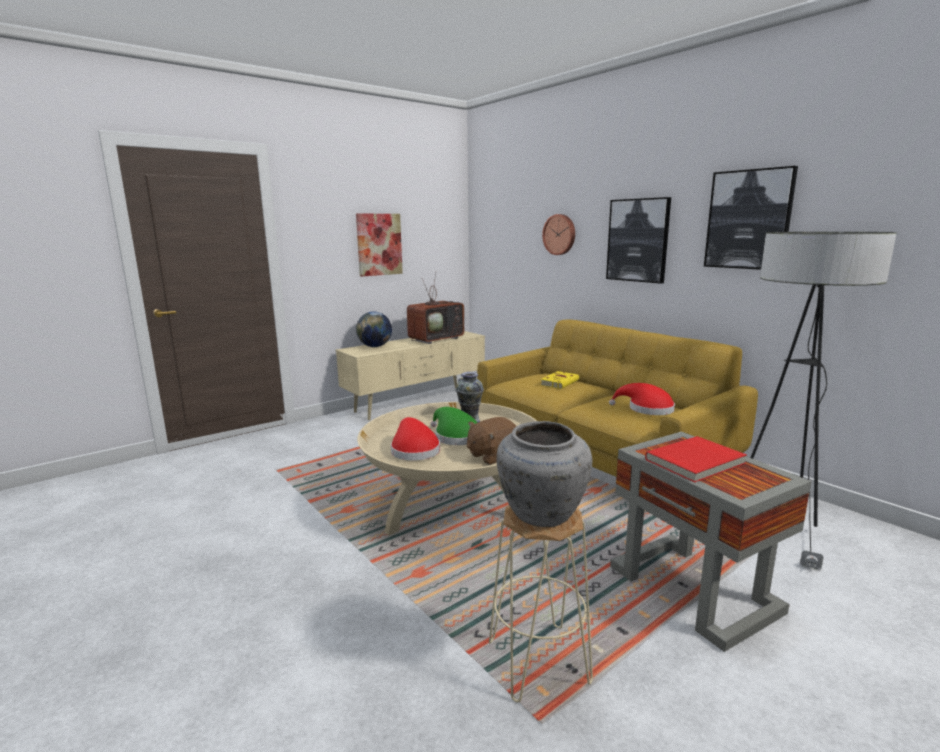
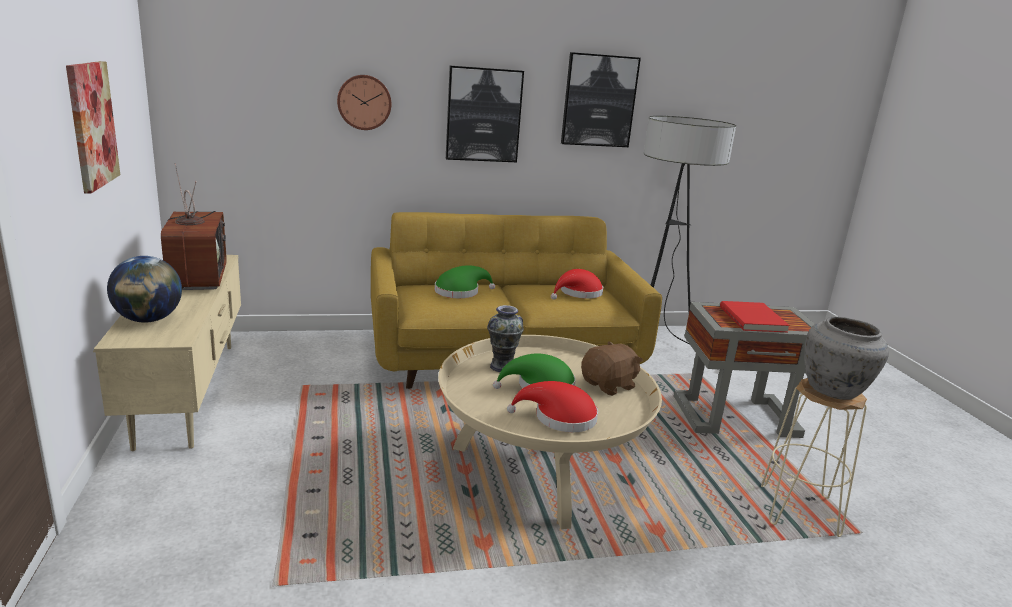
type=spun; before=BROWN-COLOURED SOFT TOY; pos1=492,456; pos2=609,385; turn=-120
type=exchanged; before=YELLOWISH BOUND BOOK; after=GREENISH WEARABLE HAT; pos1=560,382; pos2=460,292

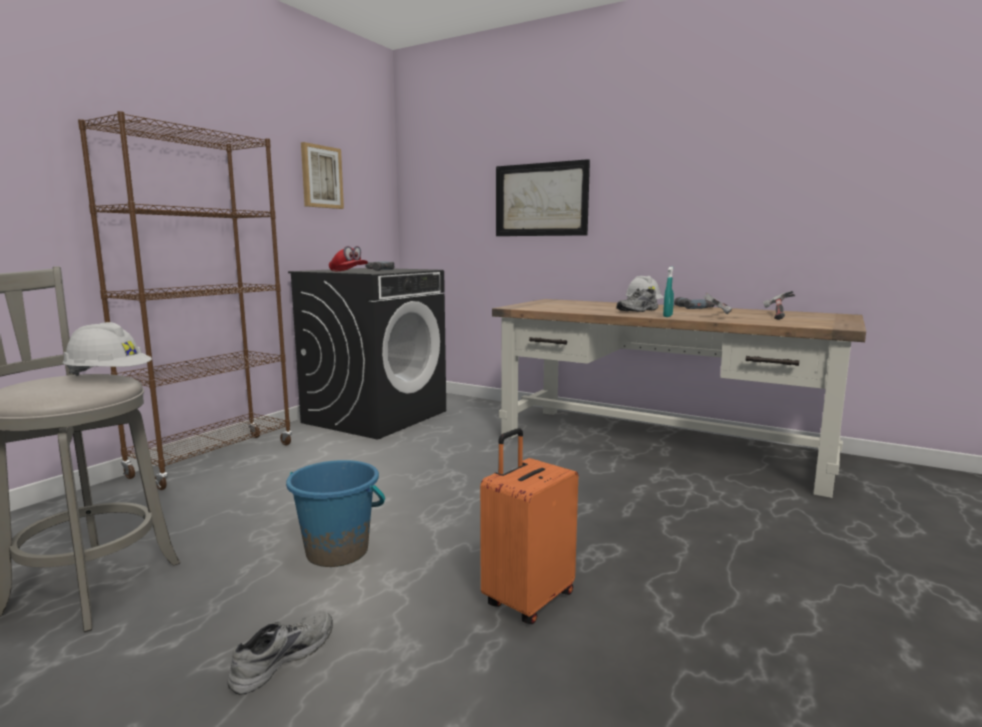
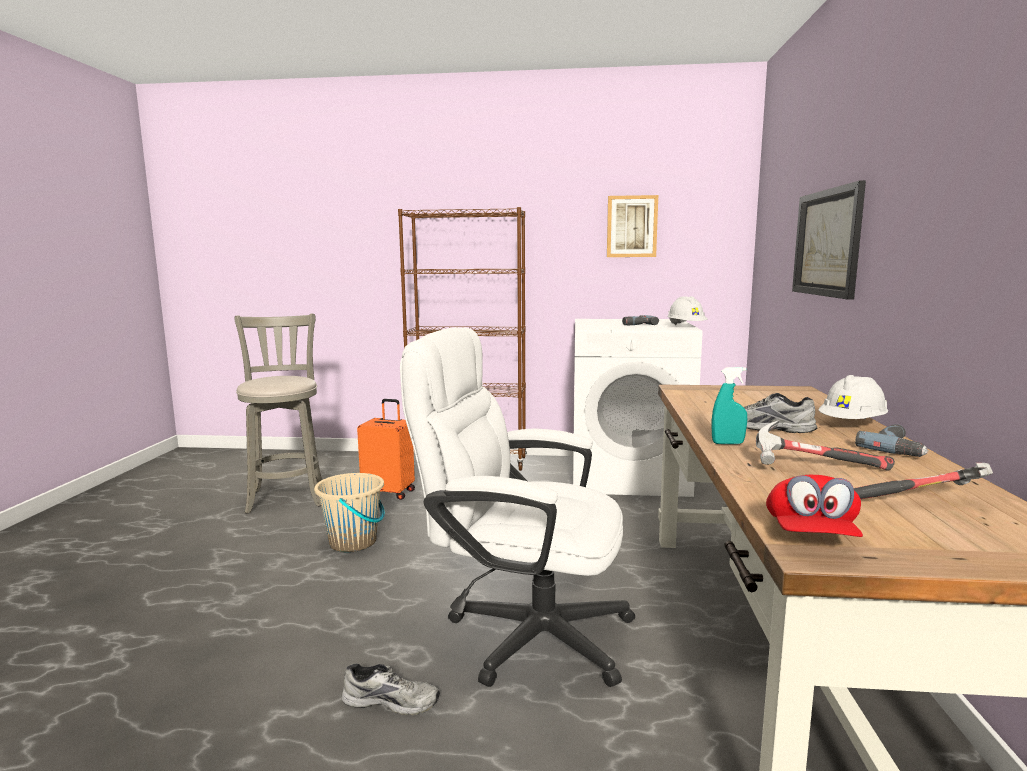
type=relocated; before=WHITE HARD HAT; pos1=109,377; pos2=686,327
type=relocated; before=GRAY ITEM OF FOOTWEAR; pos1=281,657; pos2=392,700
type=colour; before=BLUE-COLOURED PAIL; after=SAND-COLOURED PAIL; pos1=338,551; pos2=353,542
type=colour; before=BLACK LAUNDRY MACHINE; after=WHITE LAUNDRY MACHINE; pos1=376,416; pos2=629,476
type=relocated; before=REDDISH CAP; pos1=348,271; pos2=810,537
type=relocated; before=ORANGEY TRAVEL CASE; pos1=527,599; pos2=389,492
type=appeared; after=WHITE DESK CHAIR; pos2=522,632

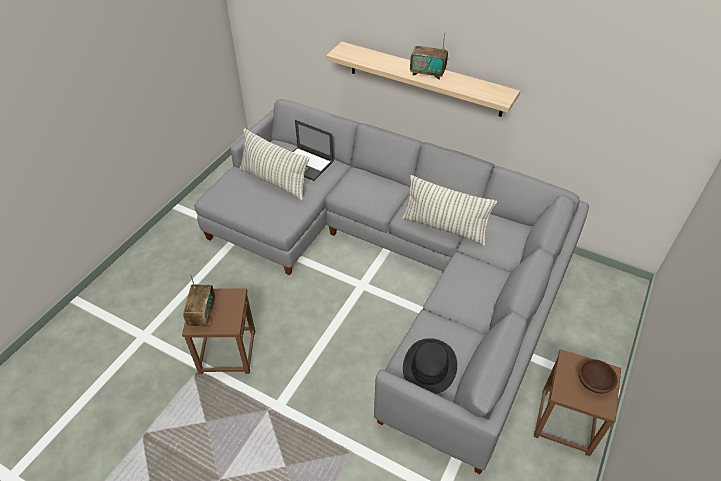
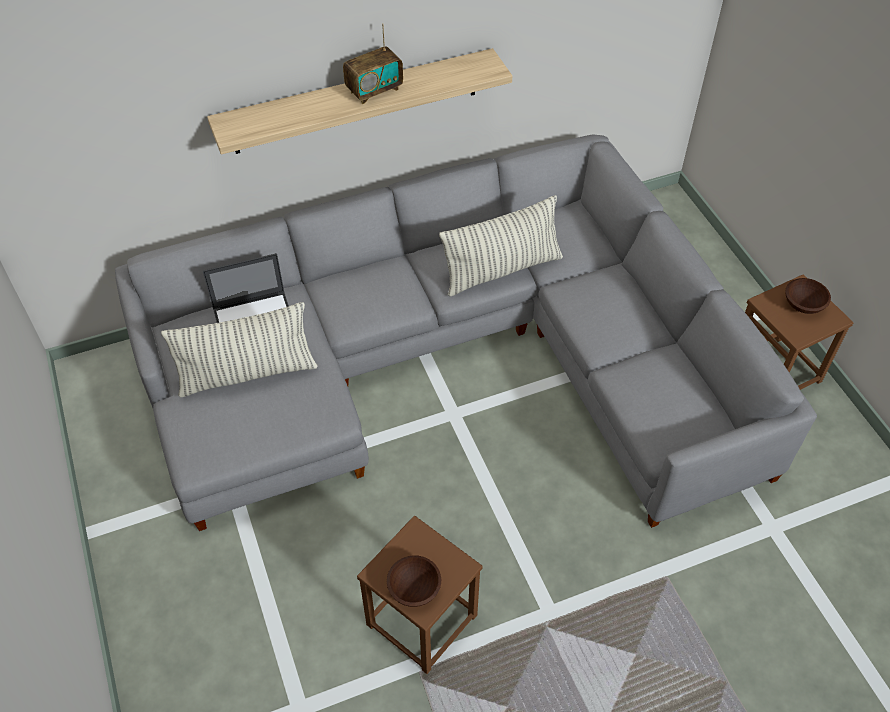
type=exchanged; before=RADIO RECEIVER; after=BROWN-COLOURED DEEP DISH; pos1=202,314; pos2=413,588
type=missing; before=BLACK WEARABLE HAT; pos1=429,366

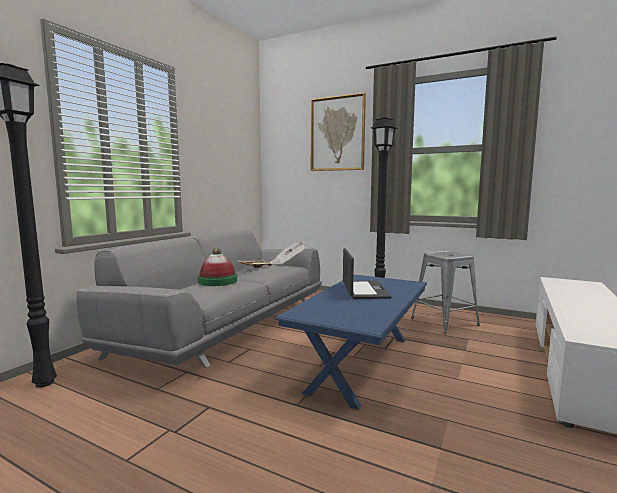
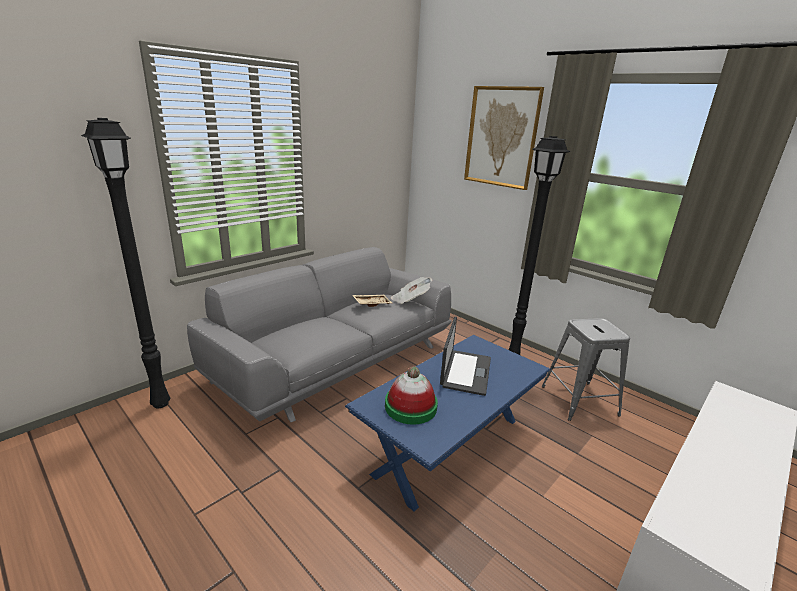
type=relocated; before=WEARABLE HAT; pos1=217,281; pos2=410,406

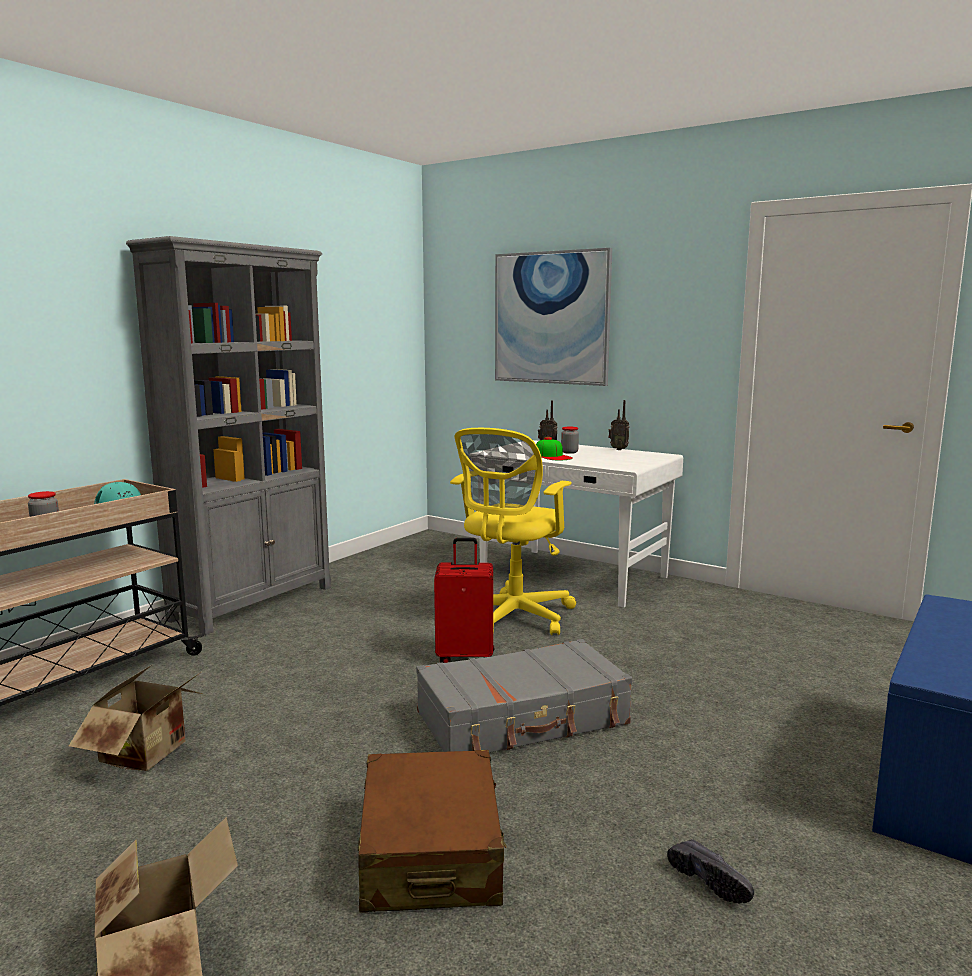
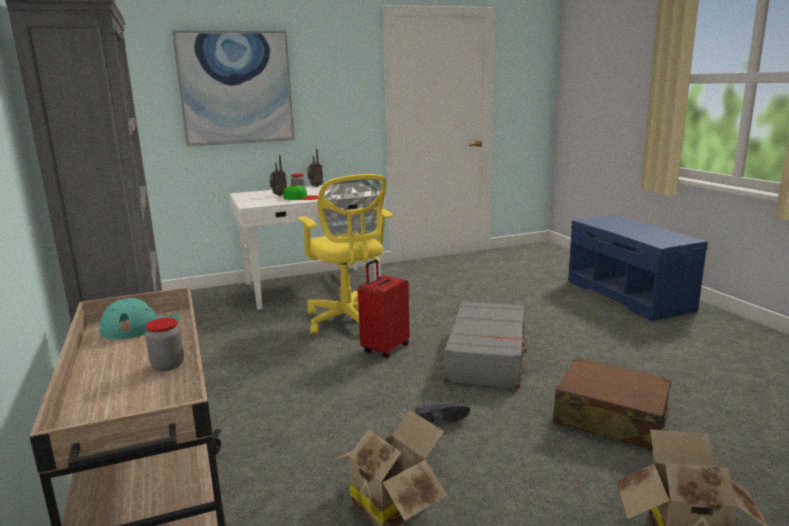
type=relocated; before=BLACK ITEM OF FOOTWEAR; pos1=712,881; pos2=440,418

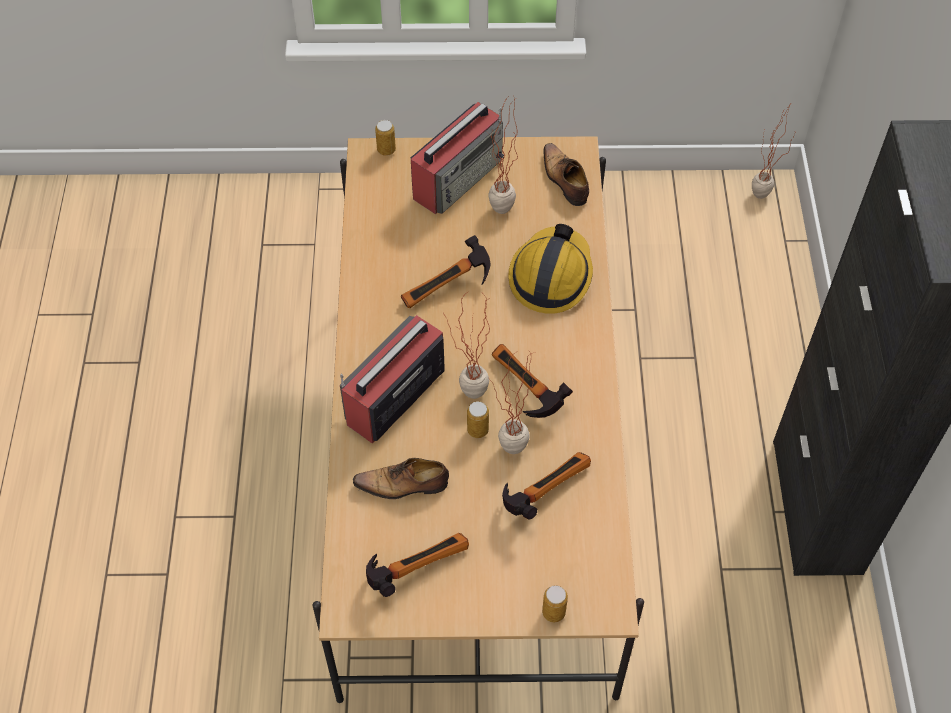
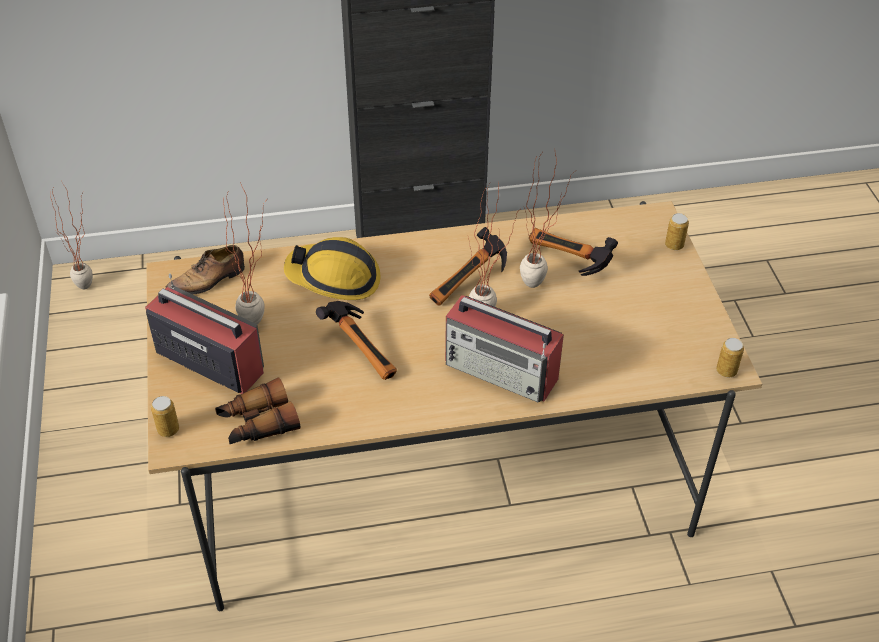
type=missing; before=ITEM OF FOOTWEAR; pos1=403,485
type=missing; before=HAMMER; pos1=415,564
type=relocated; before=CAN; pos1=477,430; pos2=726,371
type=appeared; after=PAIR OF BINOCULARS; pos2=257,423

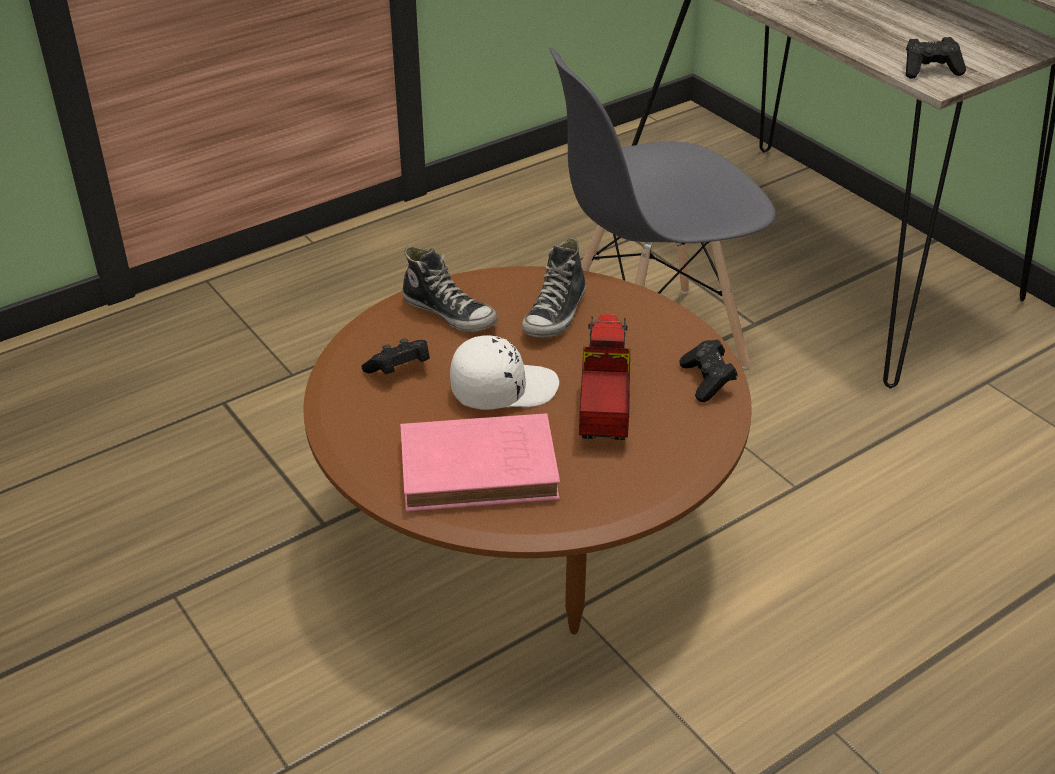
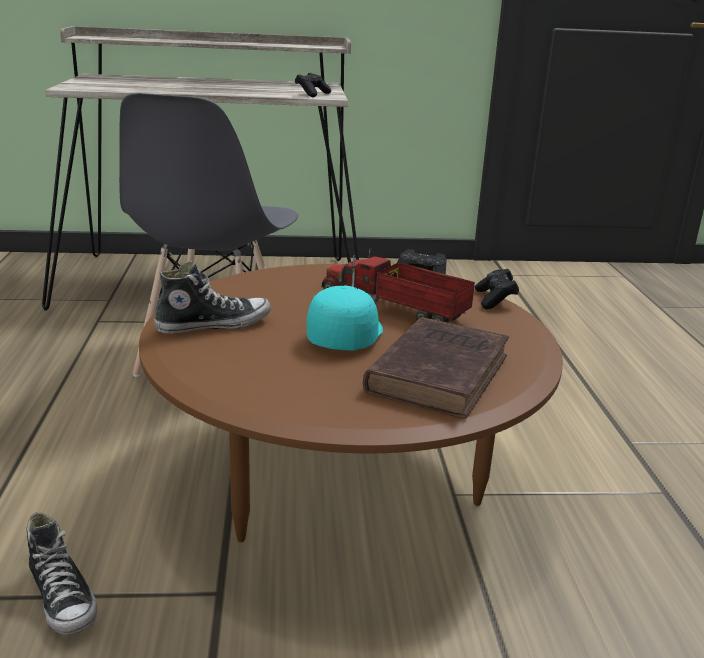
type=relocated; before=BLACK GAME CONTROLLER; pos1=399,370; pos2=495,300
type=colour; before=PINK BOUND BOOK; after=BROWN-COLOURED BOUND BOOK; pos1=483,469; pos2=440,372
type=colour; before=WHITE CAP; after=TURQUOISE-COLOURED CAP; pos1=503,389; pos2=344,336
type=relocated; before=ITEM OF FOOTWEAR; pos1=555,315; pos2=63,598

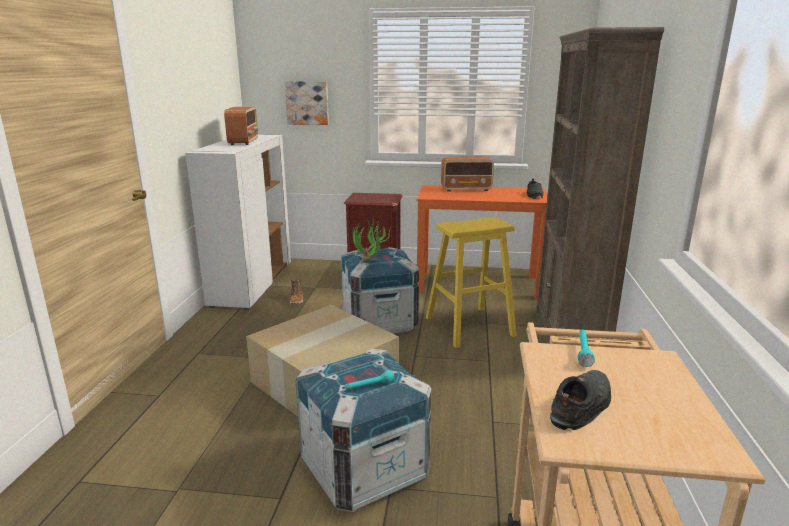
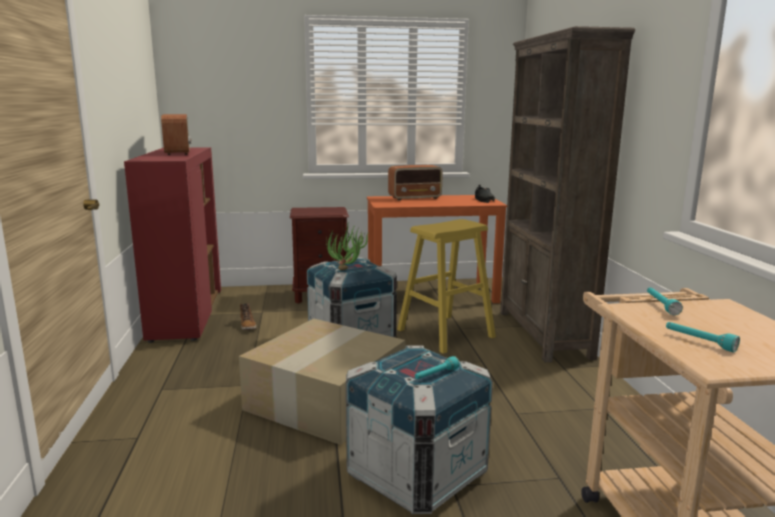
type=colour; before=WHITE STORAGE CABINET; after=REDDISH STORAGE CABINET; pos1=252,284; pos2=186,315
type=missing; before=PICTURE; pos1=307,102
type=exchanged; before=BLACK ITEM OF FOOTWEAR; after=TURQUOISE-COLOURED TORCH; pos1=581,405; pos2=699,342

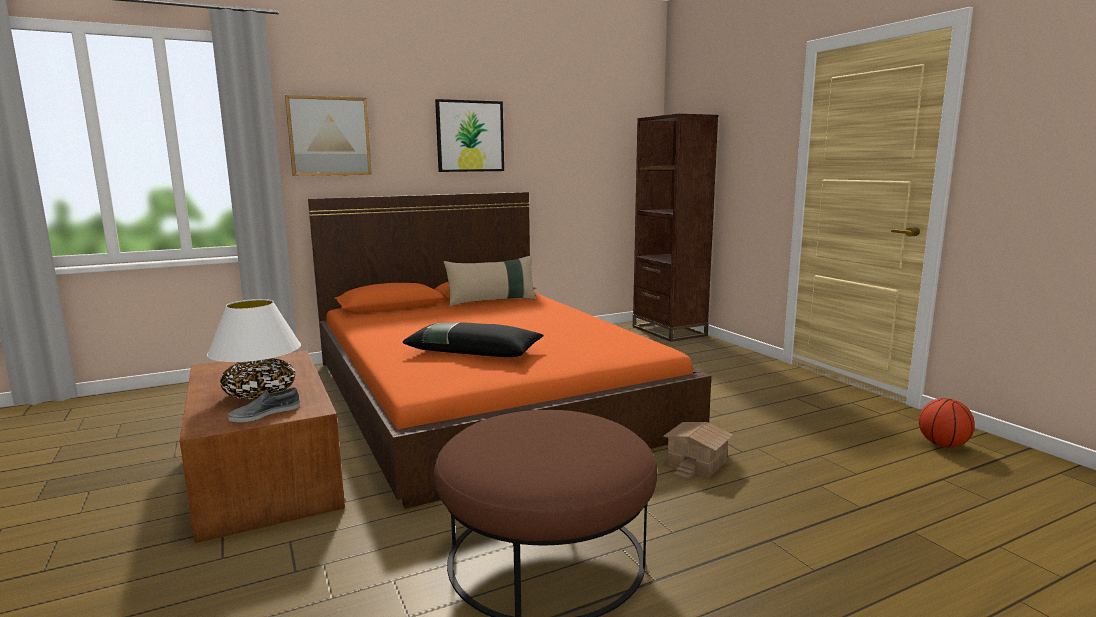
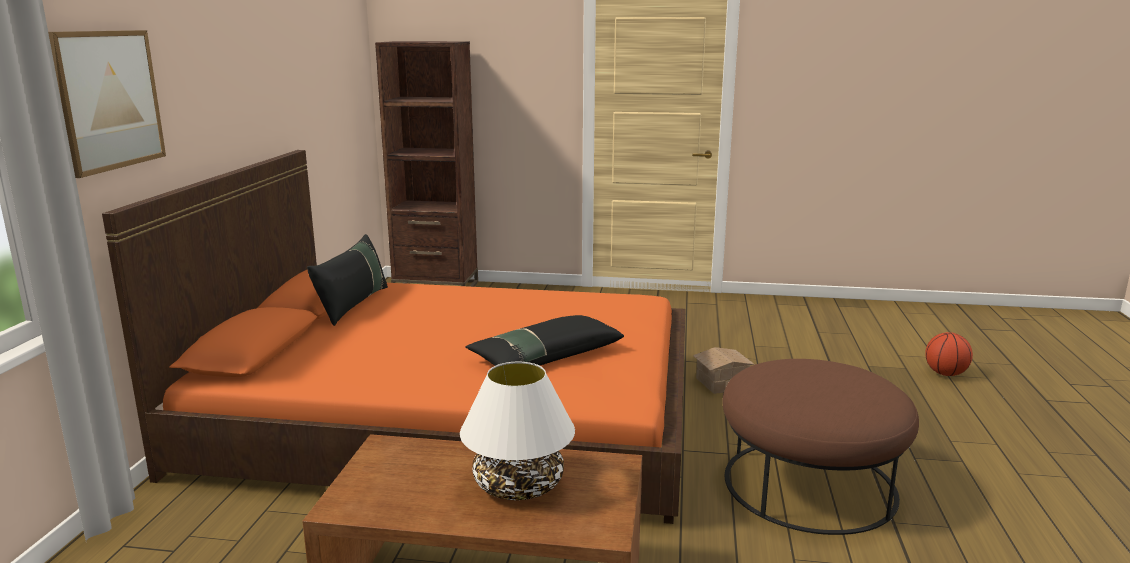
type=missing; before=GRAY ITEM OF FOOTWEAR; pos1=265,413
type=missing; before=PICTURE; pos1=470,136
type=colour; before=SAND-COLOURED CUSHION; after=BLACK CUSHION; pos1=492,301; pos2=353,305
type=relocated; before=BALL FOR BASKETBALL; pos1=942,445; pos2=945,374

